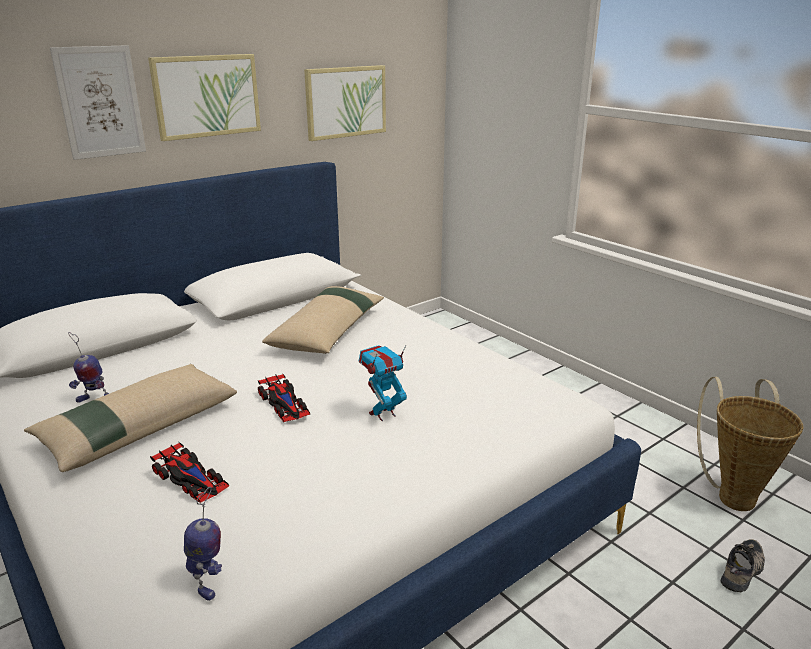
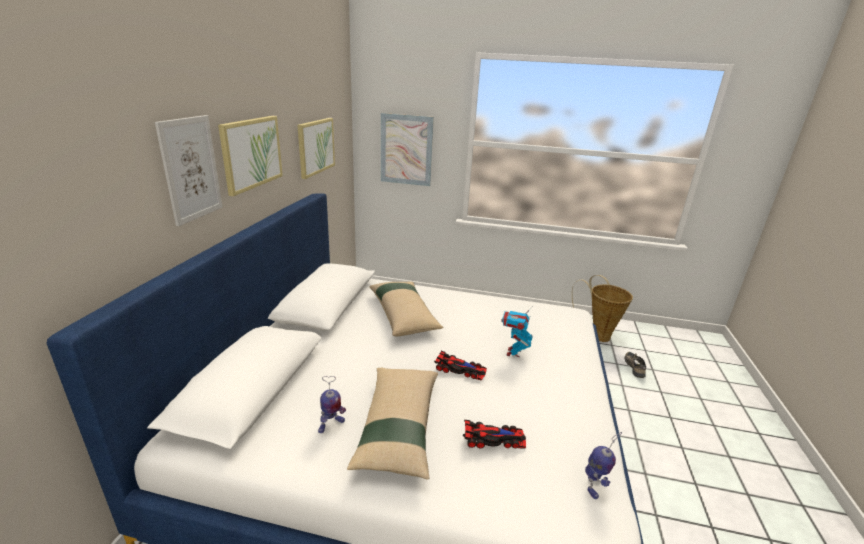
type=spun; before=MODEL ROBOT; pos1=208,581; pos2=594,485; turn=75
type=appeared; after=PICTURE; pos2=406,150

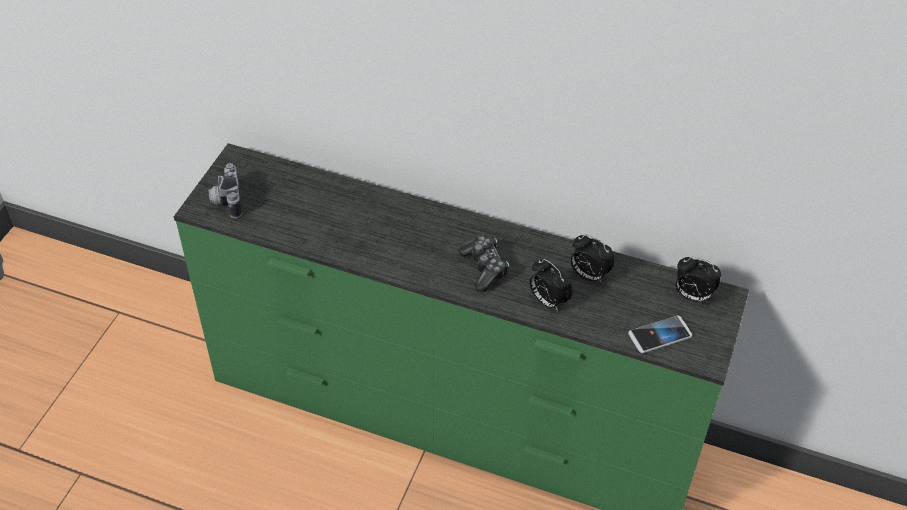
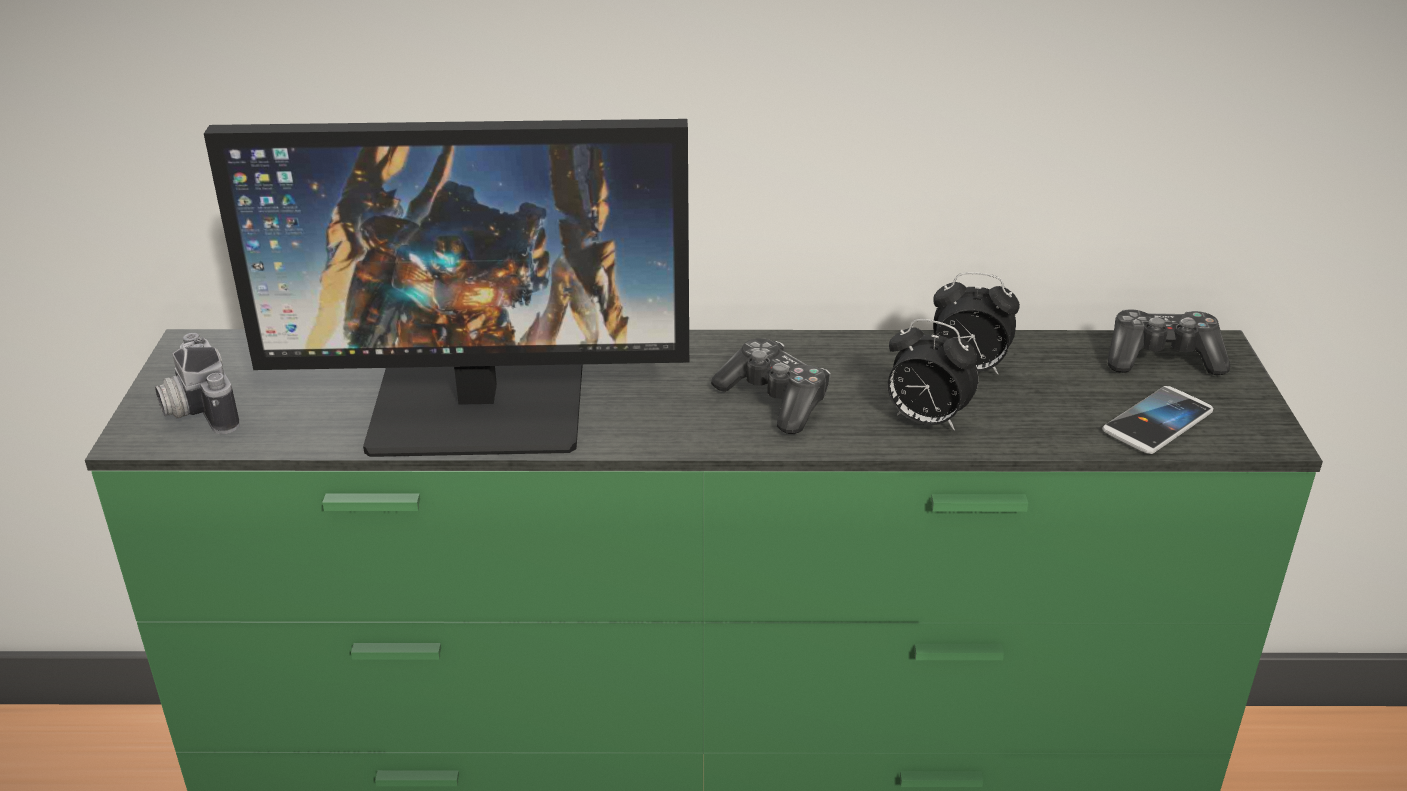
type=exchanged; before=ALARM CLOCK; after=GAME CONTROLLER; pos1=692,296; pos2=1162,358
type=appeared; after=MONITOR; pos2=481,403

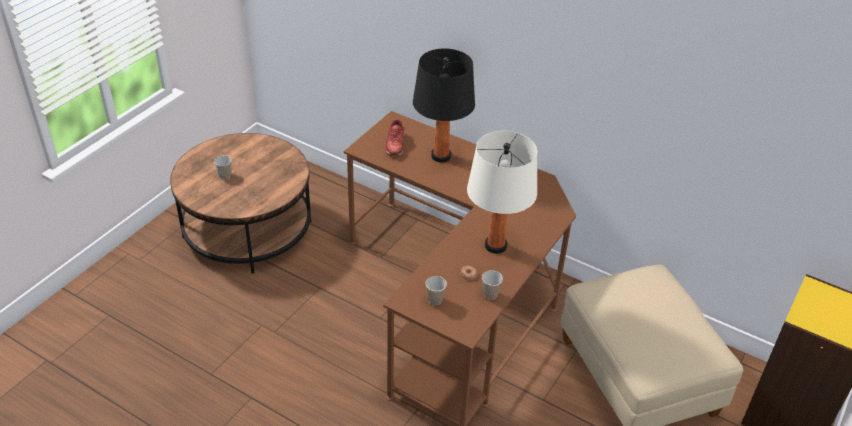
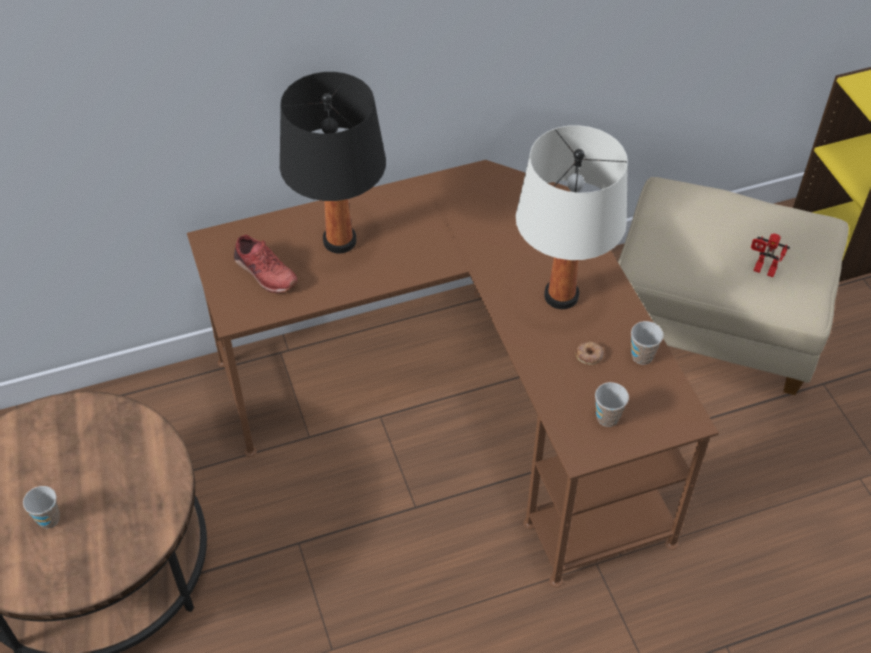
type=appeared; after=MODEL ROBOT; pos2=762,270

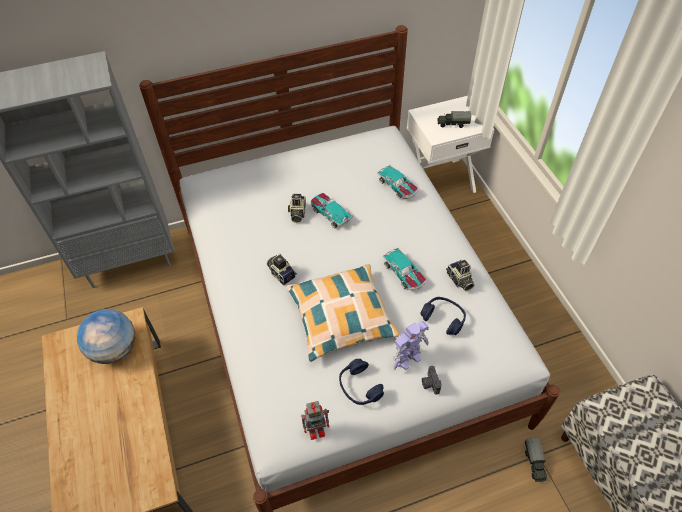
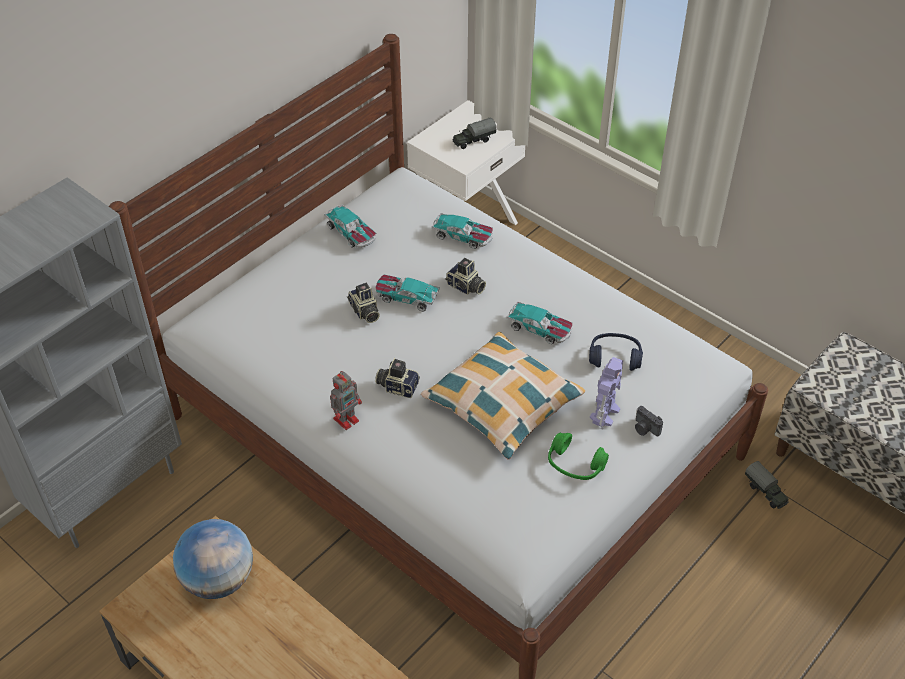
type=relocated; before=MODEL ROBOT; pos1=317,429; pos2=347,419
type=colour; before=BLUE-COLOURED HEADPHONES; after=GREENISH HEADPHONES; pos1=359,387; pos2=575,464
type=relocated; before=PHOTO CAMERA; pos1=459,280; pos2=465,287
type=appeared; after=MODEL CAR; pos2=351,233

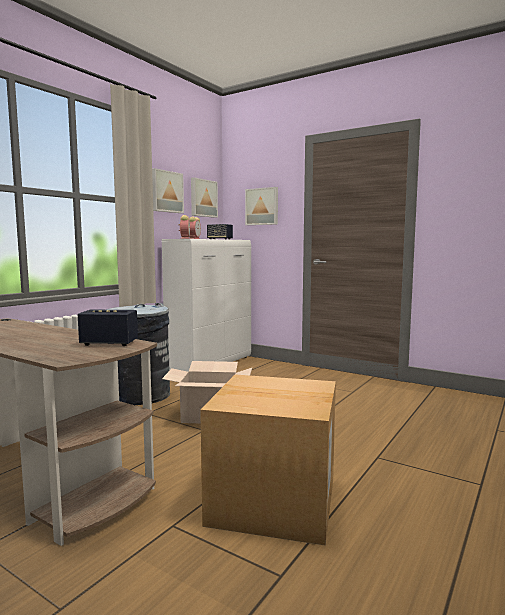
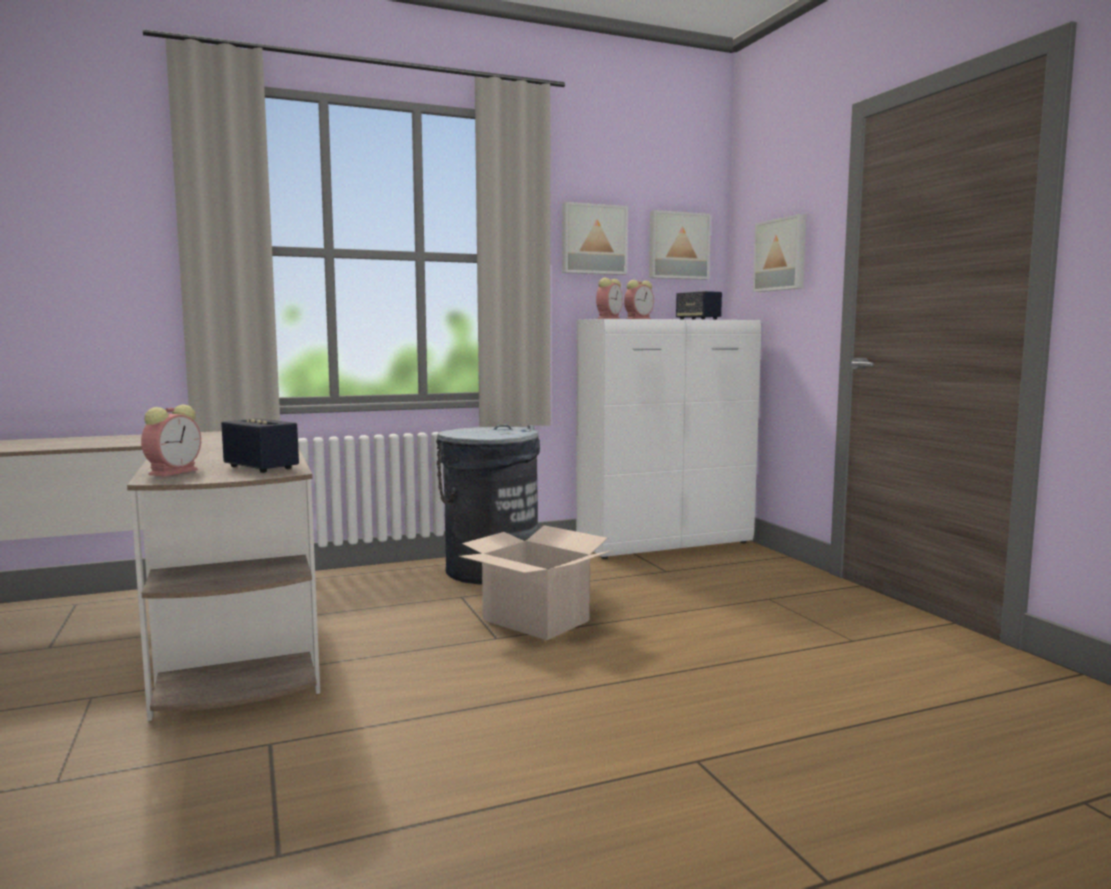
type=missing; before=PACKING BOX; pos1=273,501
type=appeared; after=ALARM CLOCK; pos2=174,472

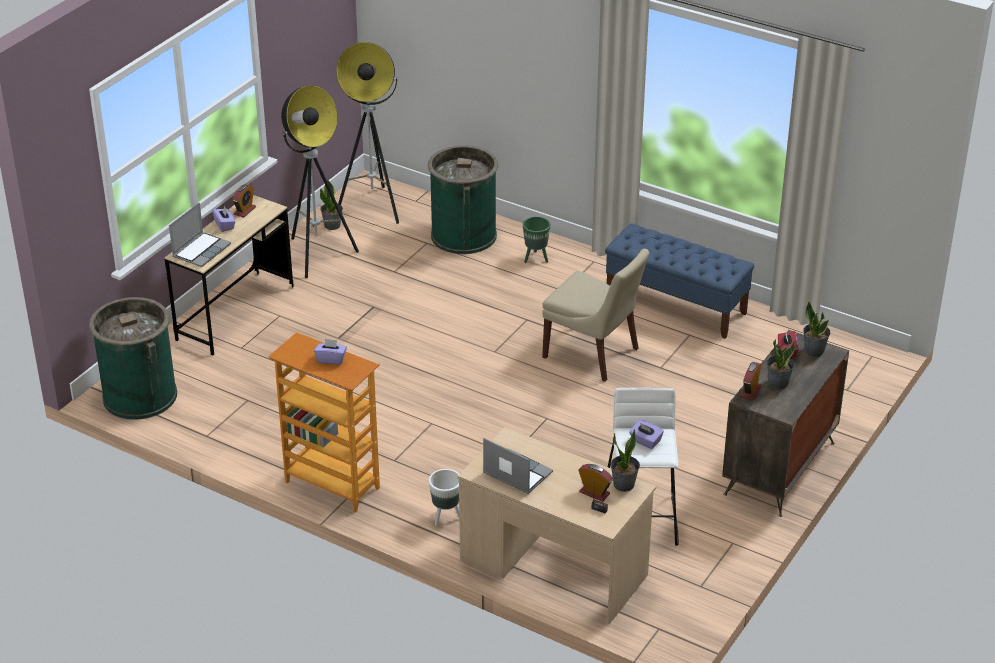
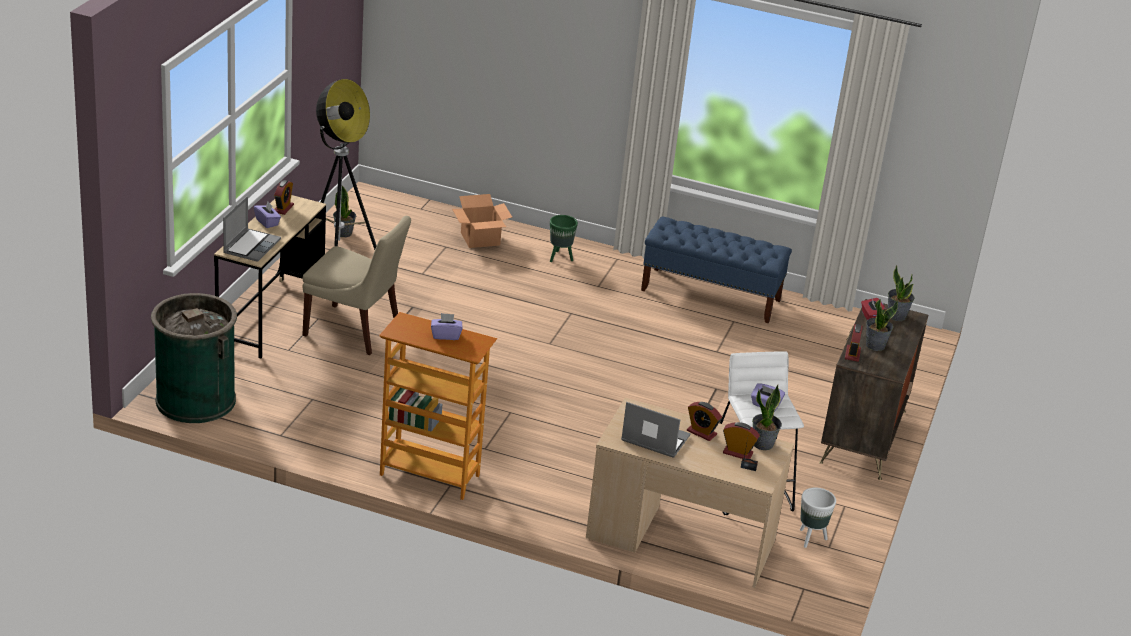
type=missing; before=STANDARD LAMP; pos1=373,207
type=exchanged; before=GREENISH WASTE BIN; after=PACKING BOX; pos1=464,235; pos2=480,239
type=relocated; before=WHITE PLANT POT; pos1=446,517; pos2=810,539
type=relocated; before=SAND-COLOURED CHAIR; pos1=593,354; pos2=355,331
type=appeared; after=ALARM CLOCK; pos2=701,433

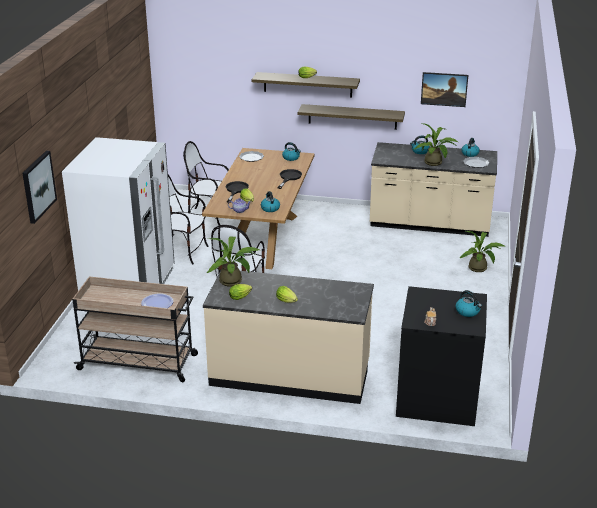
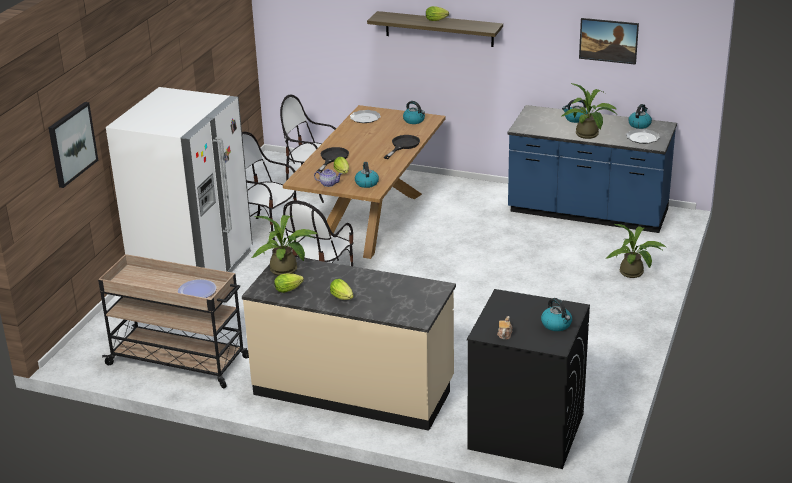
type=missing; before=BRACKET SHELF; pos1=352,116
type=colour; before=SAND-COLOURED COUNTER; after=BLUE-COLOURED COUNTER; pos1=429,224; pos2=587,212

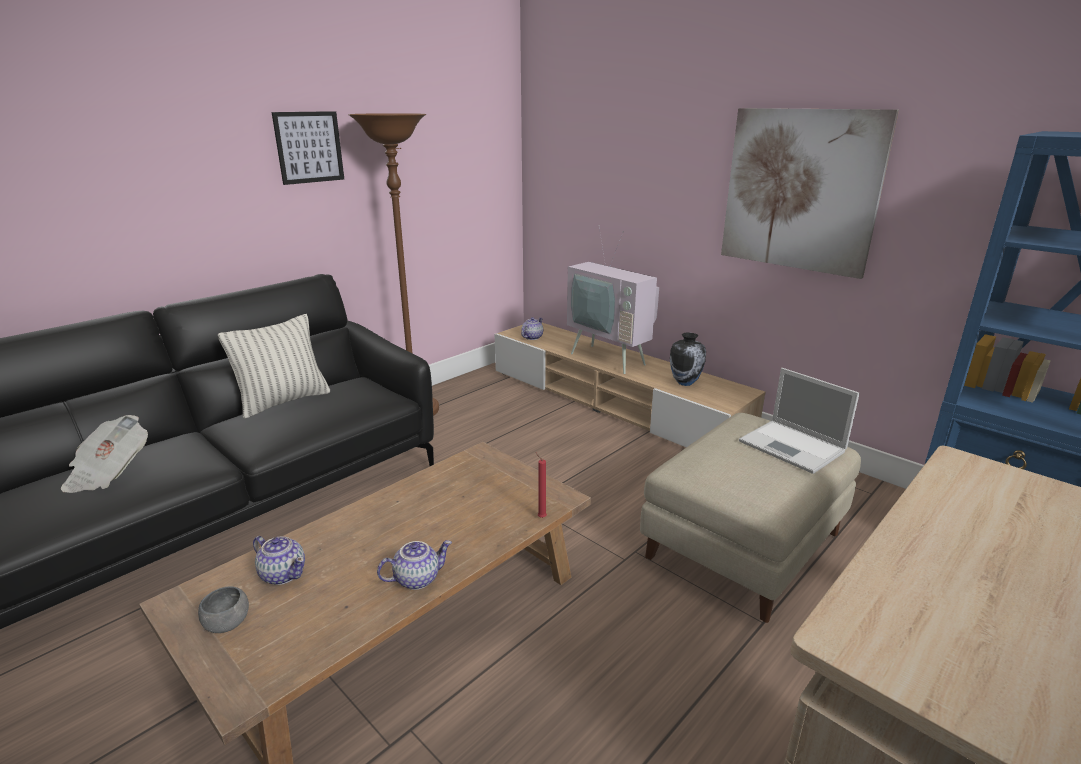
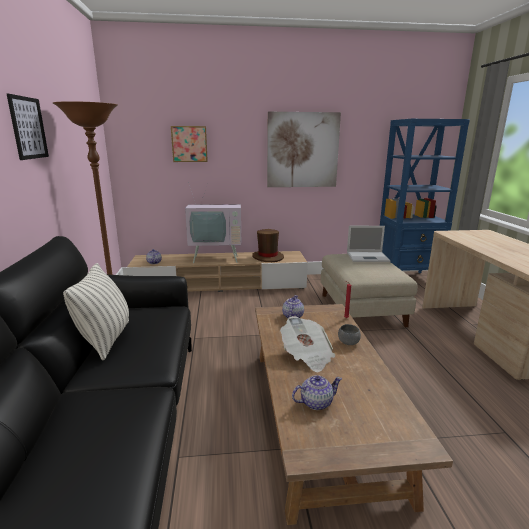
type=relocated; before=NEWSPAPER; pos1=109,473; pos2=307,356
type=relocated; before=GRAY DEEP DISH; pos1=227,623; pos2=348,342
type=relocated; before=POT FOR TEA; pos1=417,578; pos2=292,316
type=exchanged; before=DECORATIVE VASE; after=BROWN-COLOURED WEARABLE HAT; pos1=685,382; pos2=268,257
type=appeared; after=PICTURE; pos2=189,144

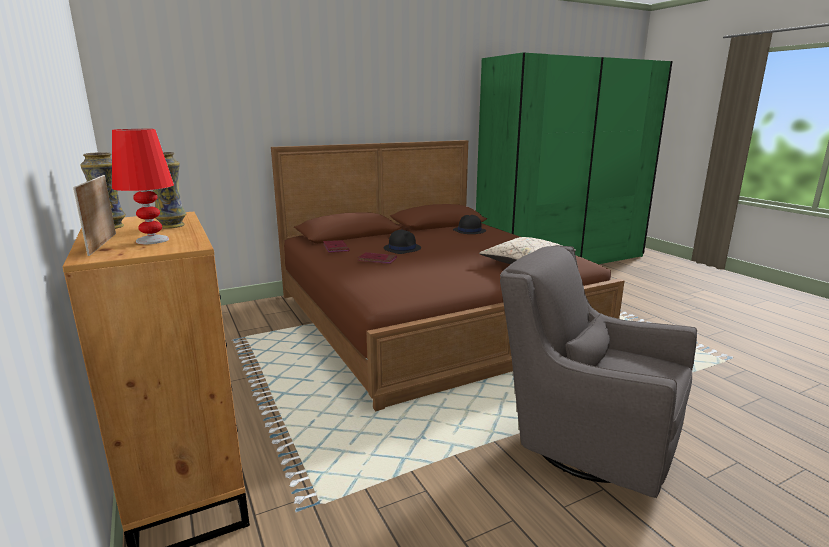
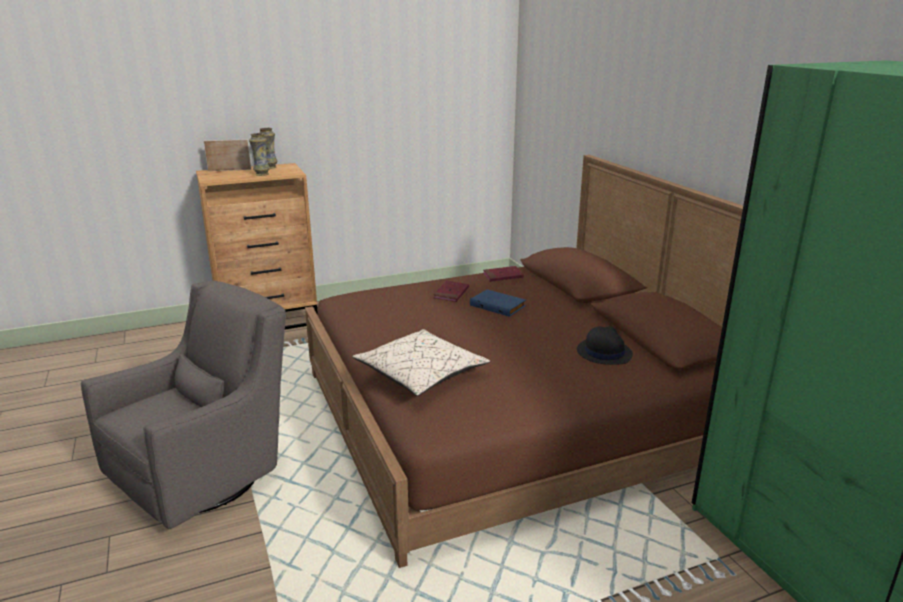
type=missing; before=REDDISH TABLE LAMP; pos1=152,240
type=exchanged; before=BLACK WEARABLE HAT; after=BLUE-COLOURED BOUND BOOK; pos1=402,248; pos2=498,305

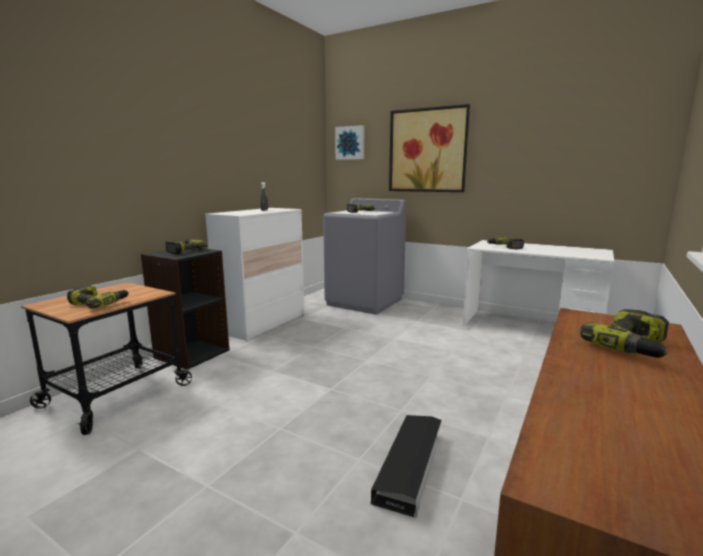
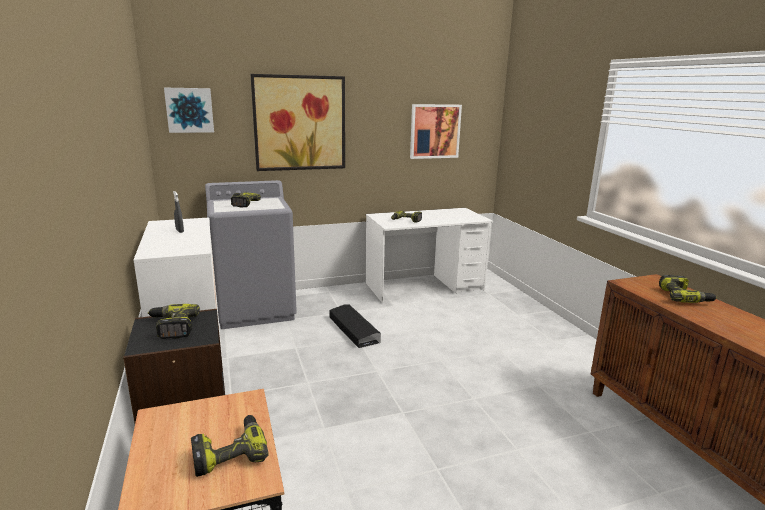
type=relocated; before=BLACK STORAGE BOX; pos1=410,465; pos2=353,329
type=appeared; after=PICTURE; pos2=435,131

